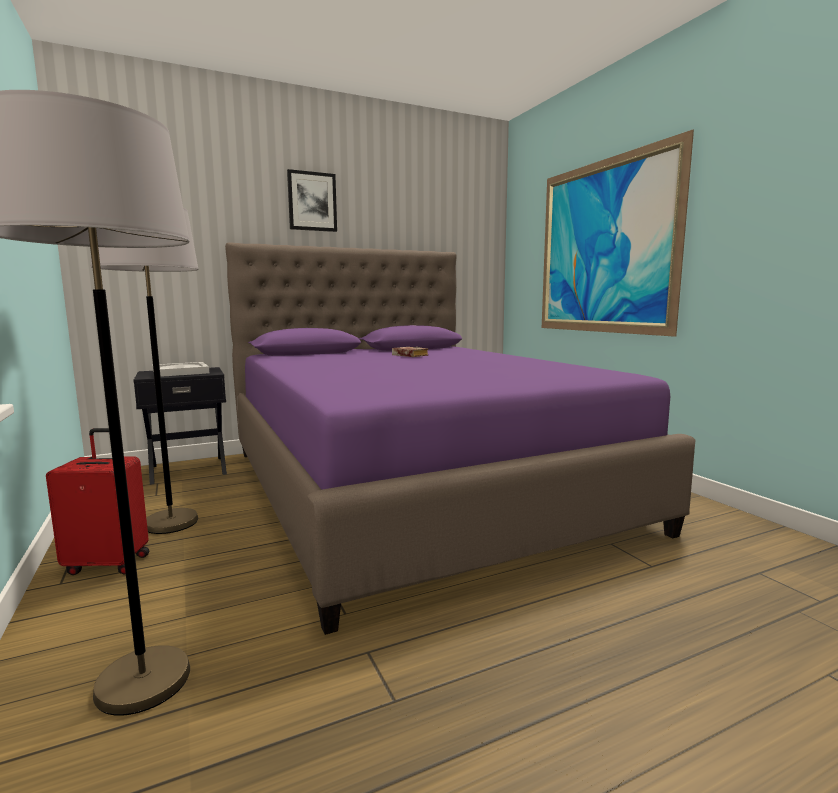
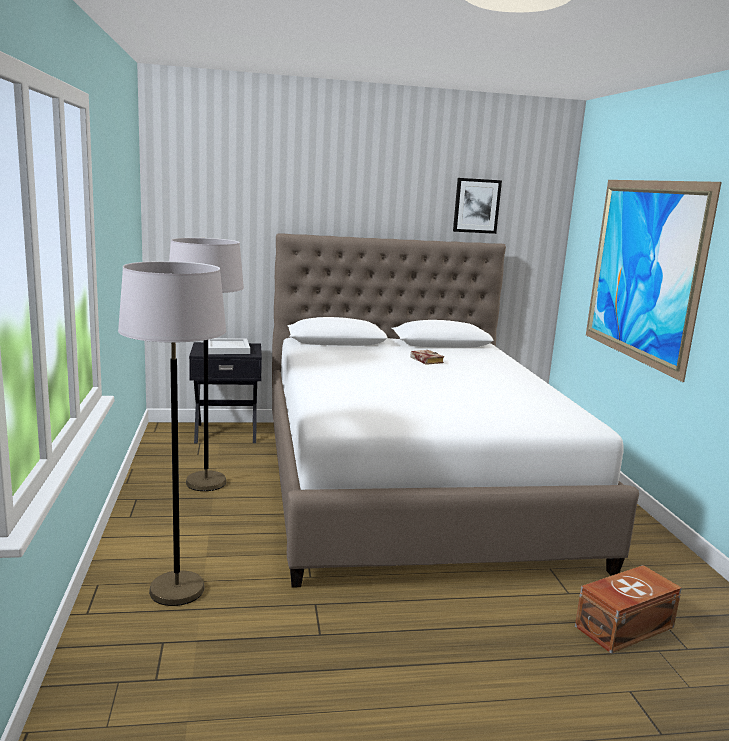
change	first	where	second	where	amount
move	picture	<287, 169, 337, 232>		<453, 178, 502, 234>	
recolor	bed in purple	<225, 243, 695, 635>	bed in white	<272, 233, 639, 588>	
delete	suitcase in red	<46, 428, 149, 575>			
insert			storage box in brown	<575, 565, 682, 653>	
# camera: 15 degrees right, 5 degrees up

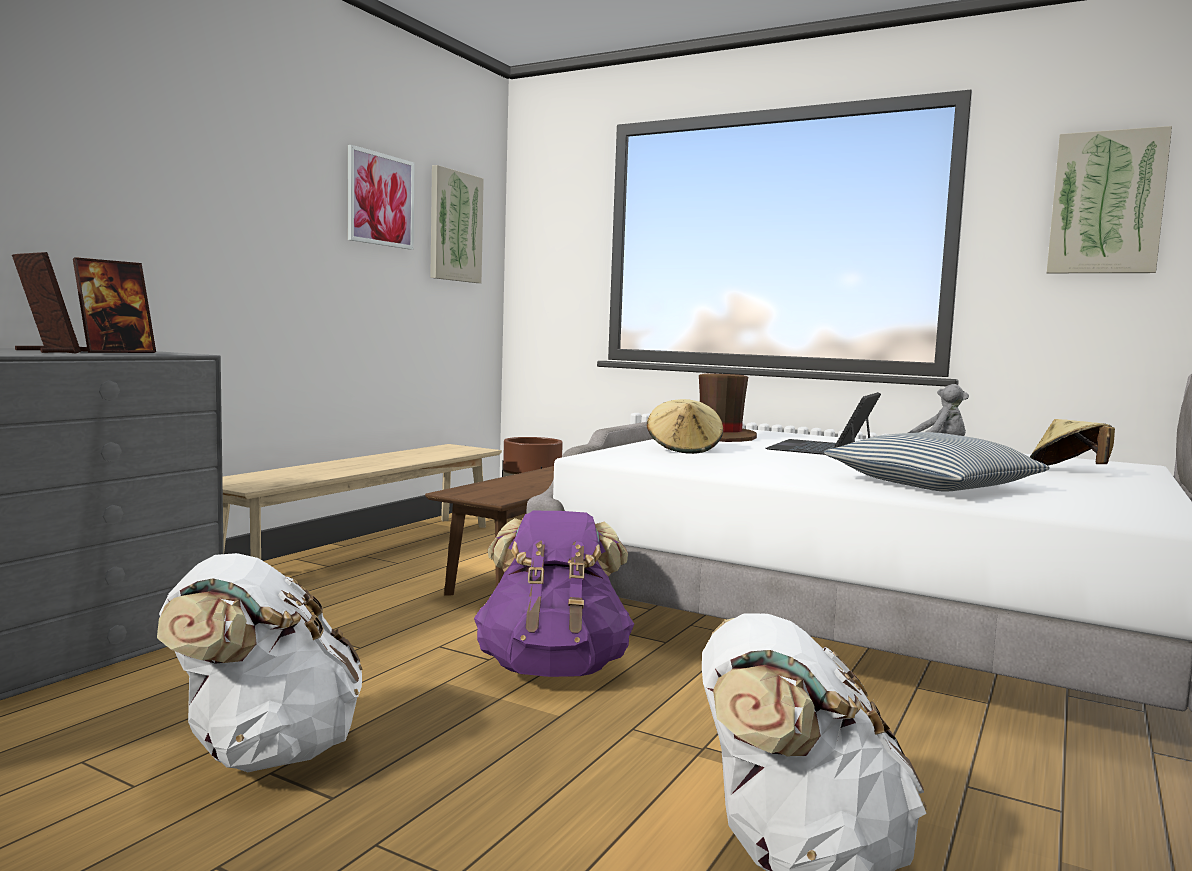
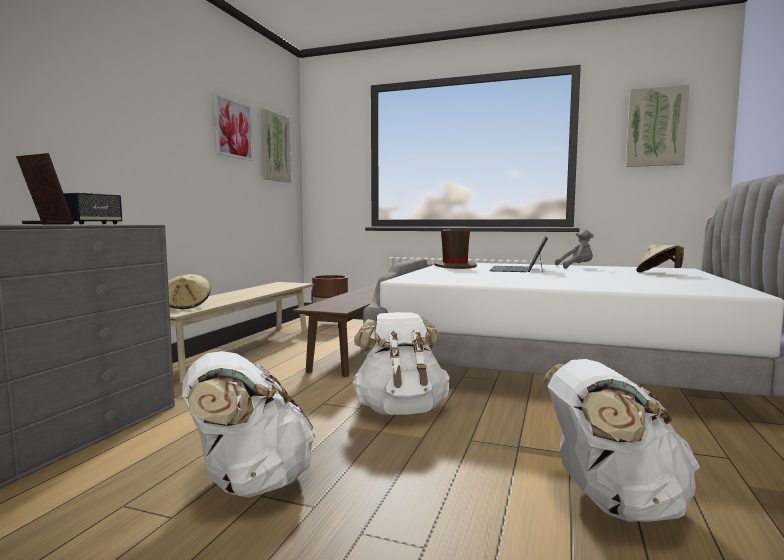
change	first	where	second	where	amount
replace	picture frame	<73, 257, 156, 353>	speaker	<63, 192, 122, 224>	
move	hat in beige	<647, 399, 723, 454>		<168, 274, 211, 309>	
delete	pillow	<824, 432, 1050, 491>			
recolor	backpack in purple	<474, 511, 634, 677>	backpack in white	<352, 312, 450, 415>	
# camera: 10 degrees left, 0 degrees up

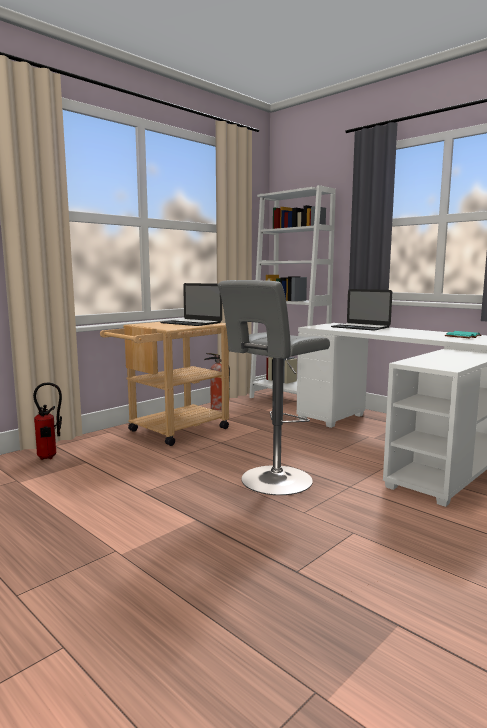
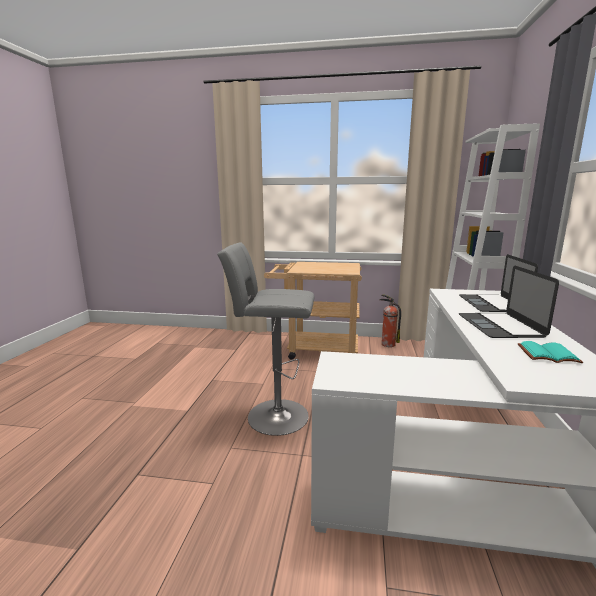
change	first	where	second	where	amount
move	laptop	<160, 283, 222, 326>		<459, 266, 559, 338>	
delete	fire extinguisher	<33, 382, 62, 460>			
# camera: 55 degrees right, 5 degrees up

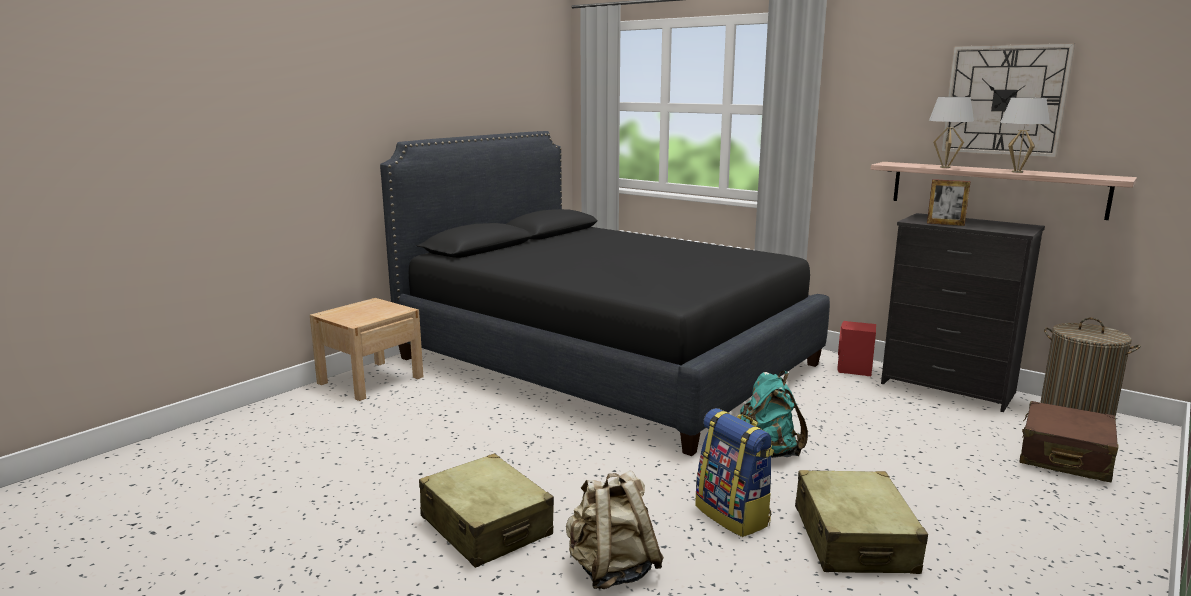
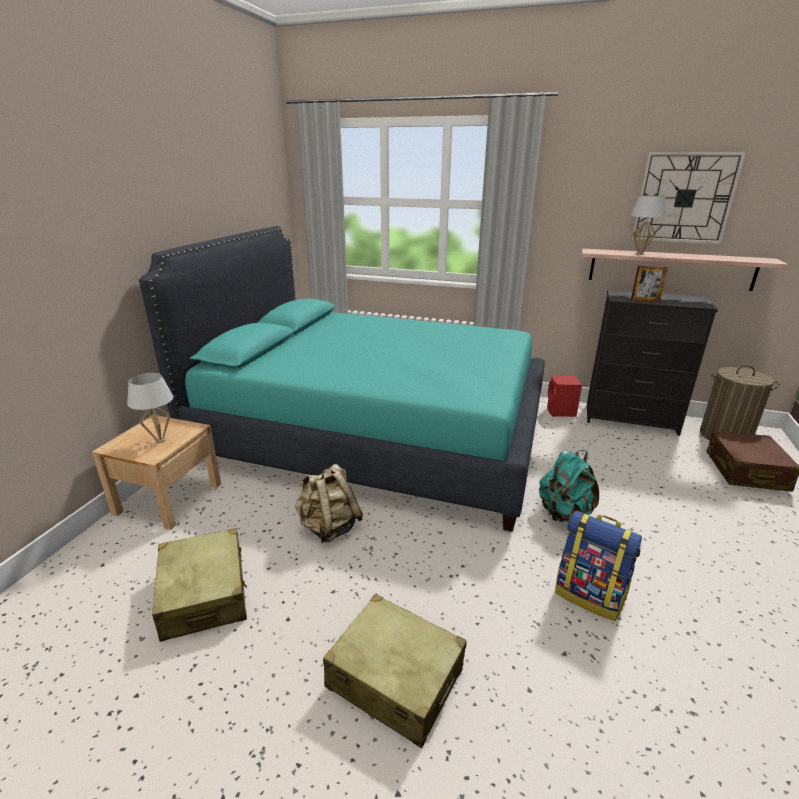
change	first	where	second	where	amount
move	table lamp in white	<1000, 98, 1050, 173>		<127, 373, 173, 443>	
recolor	bed in black	<380, 131, 830, 456>	bed in turquoise	<139, 226, 545, 532>	
move	suitcase in beige	<795, 470, 928, 574>		<152, 528, 247, 642>	
move	backpack in beige	<566, 471, 664, 589>		<295, 464, 363, 543>	
# camera: 20 degrees left, 10 degrees up

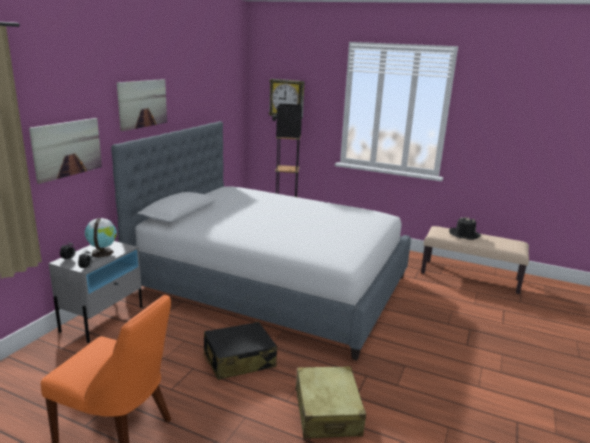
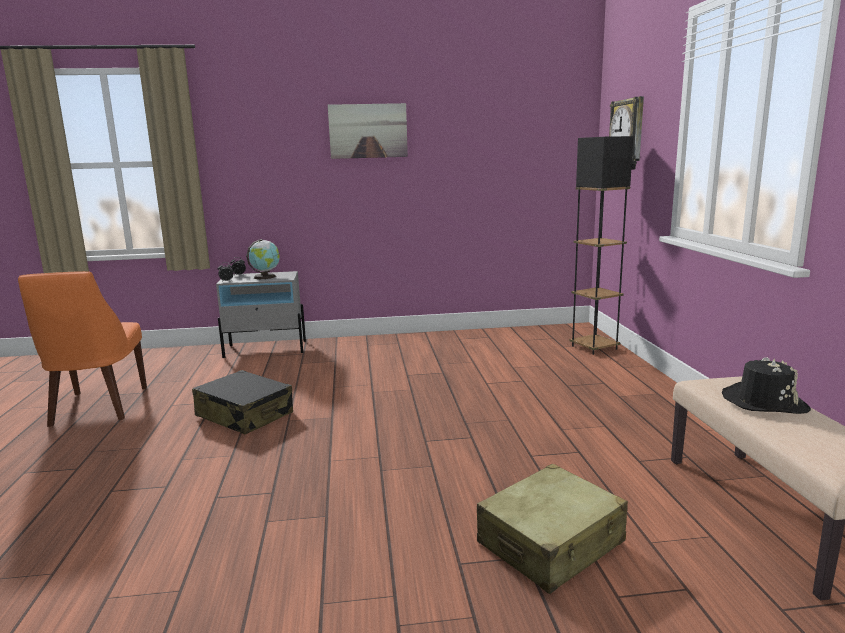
change	first	where	second	where	amount
delete	picture	<29, 118, 102, 184>			
delete	bed	<111, 121, 411, 360>			
move	suitcase in beige	<296, 366, 366, 439>		<477, 464, 628, 594>	
# camera: 60 degrees right, 5 degrees down

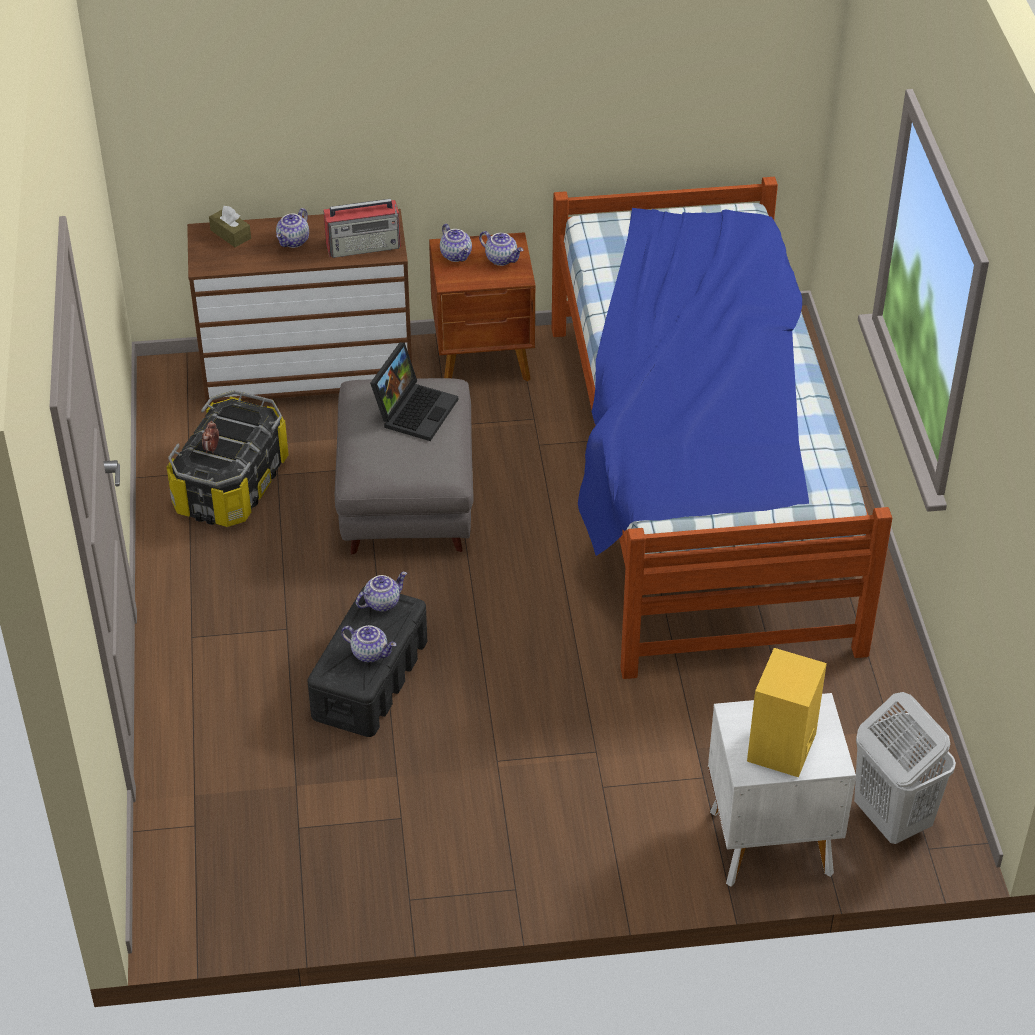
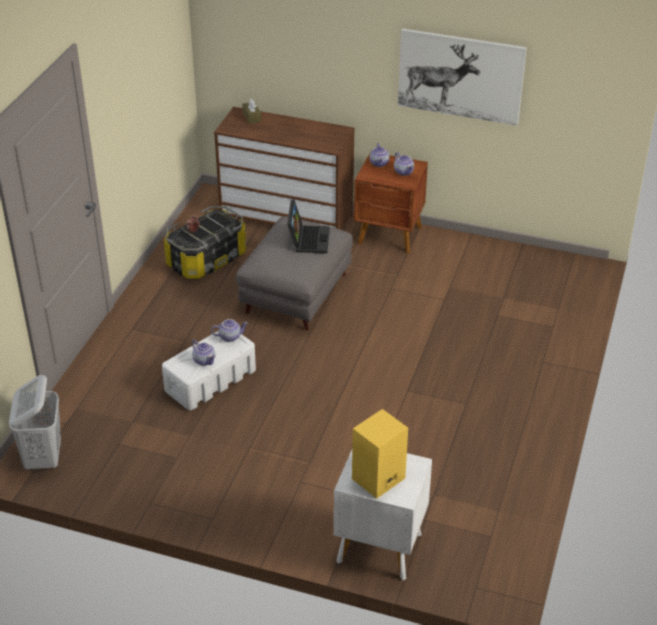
change	first	where	second	where	amount
delete	bed	<552, 177, 892, 679>			
delete	radio	<324, 199, 401, 258>			
delete	teapot	<276, 208, 309, 248>			
rotate	laptop	<370, 342, 458, 441>		<287, 200, 330, 253>	45 degrees counterclockwise
recolor	storage box in black	<308, 586, 427, 737>	storage box in white	<162, 331, 256, 410>	
move	laundry basket in white	<854, 692, 956, 844>		<9, 375, 61, 470>	
insert			picture	<398, 28, 527, 126>	
# camera: 25 degrees right, 5 degrees down

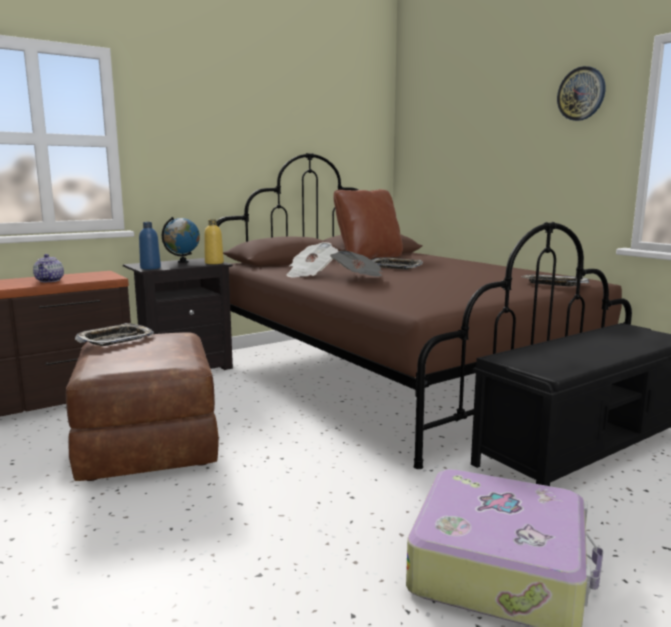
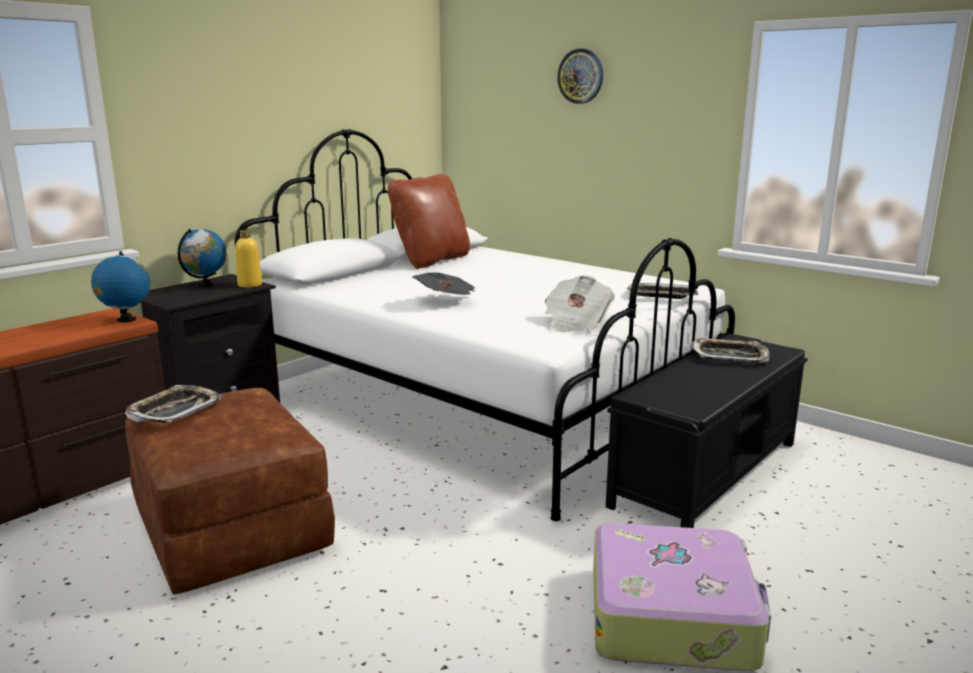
change	first	where	second	where	amount
move	wall clock	<557, 66, 605, 121>		<557, 49, 603, 104>	
recolor	bed in brown	<216, 153, 632, 469>	bed in white	<235, 129, 735, 521>	
delete	bottle in blue	<139, 222, 161, 270>			
move	newspaper	<286, 242, 338, 277>		<545, 275, 614, 332>	
delete	teapot	<33, 254, 64, 282>			
move	tray	<372, 257, 423, 270>		<690, 338, 770, 363>	
insert			globe	<91, 251, 150, 323>	
# camera: 15 degrees left, 5 degrees up

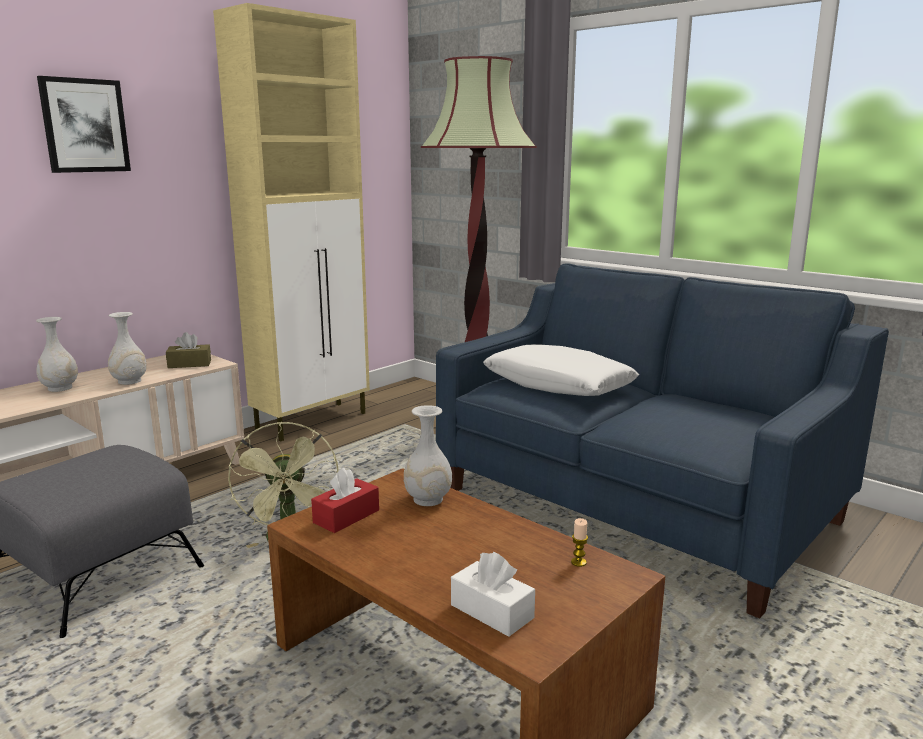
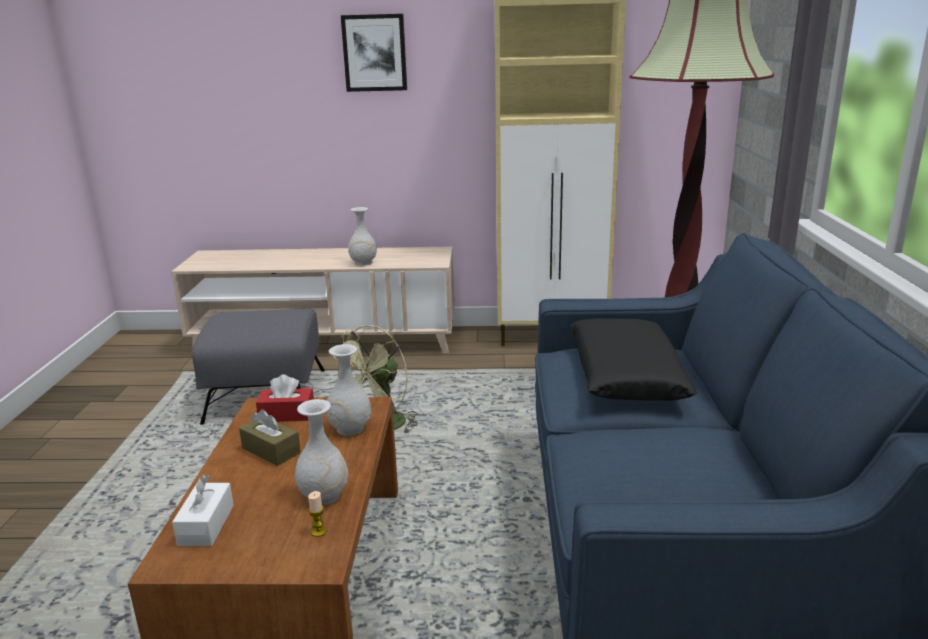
change	first	where	second	where	amount
move	vase in white	<36, 317, 78, 392>		<295, 399, 348, 505>	
move	tissue box in brown	<166, 332, 211, 368>		<239, 409, 301, 466>	
recolor	pillow in white	<483, 345, 639, 396>	pillow in black	<570, 318, 697, 401>	
# camera: 50 degrees right, 5 degrees up

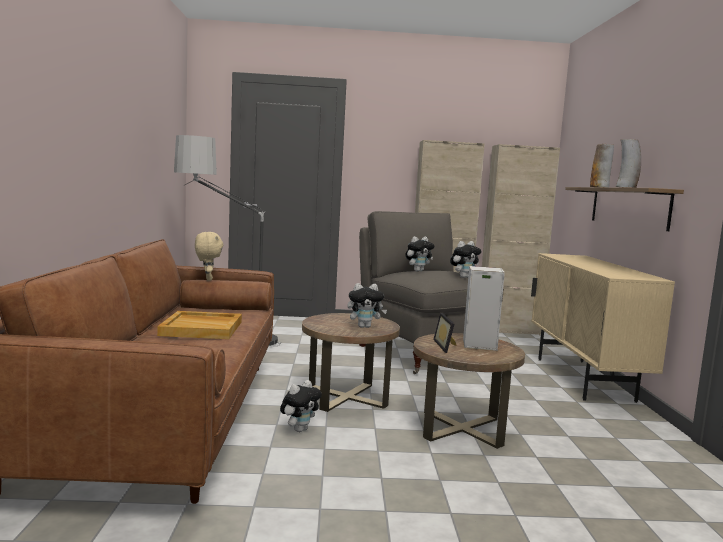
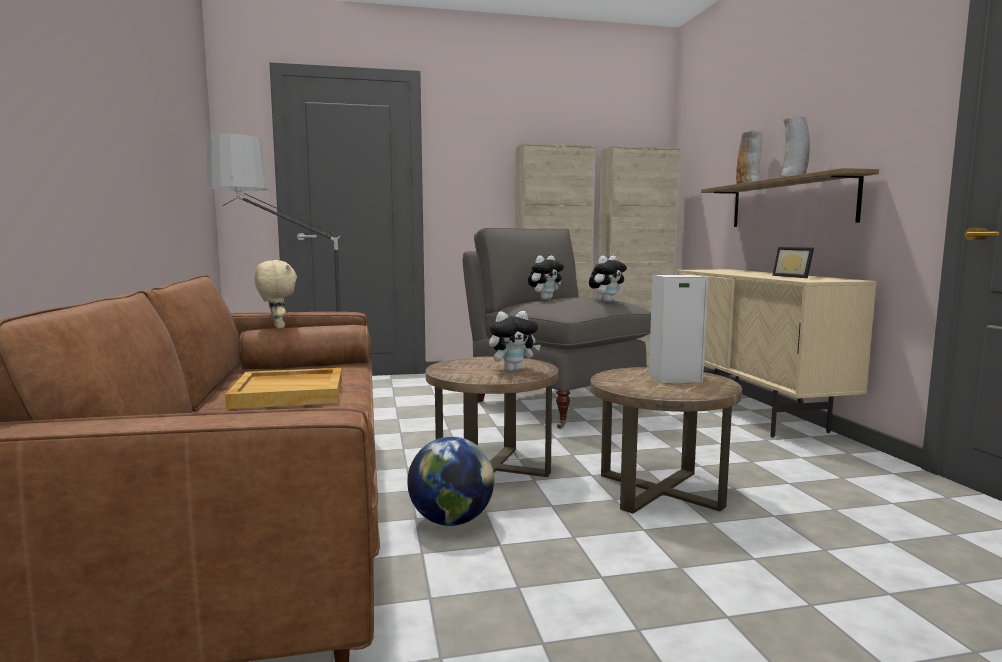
change	first	where	second	where	amount
move	picture frame	<433, 313, 457, 353>		<772, 247, 814, 278>	
replace	plush toy	<280, 380, 322, 432>	globe	<407, 437, 494, 526>	
# camera: 10 degrees left, 0 degrees up

